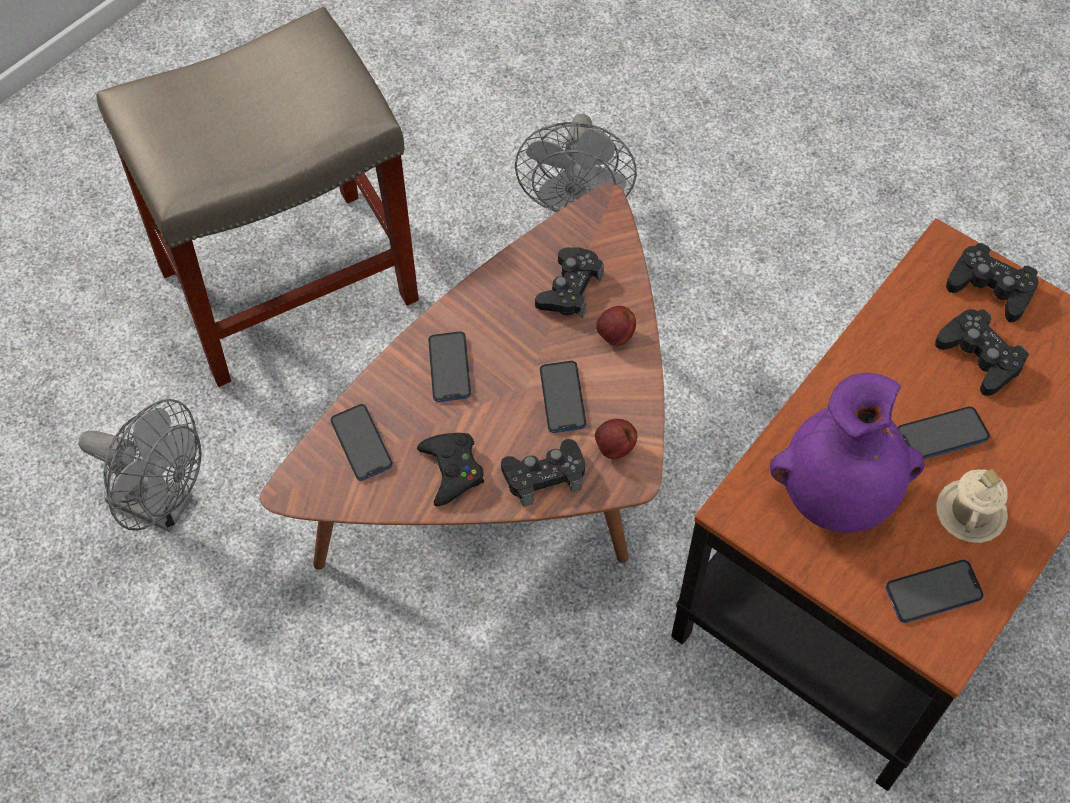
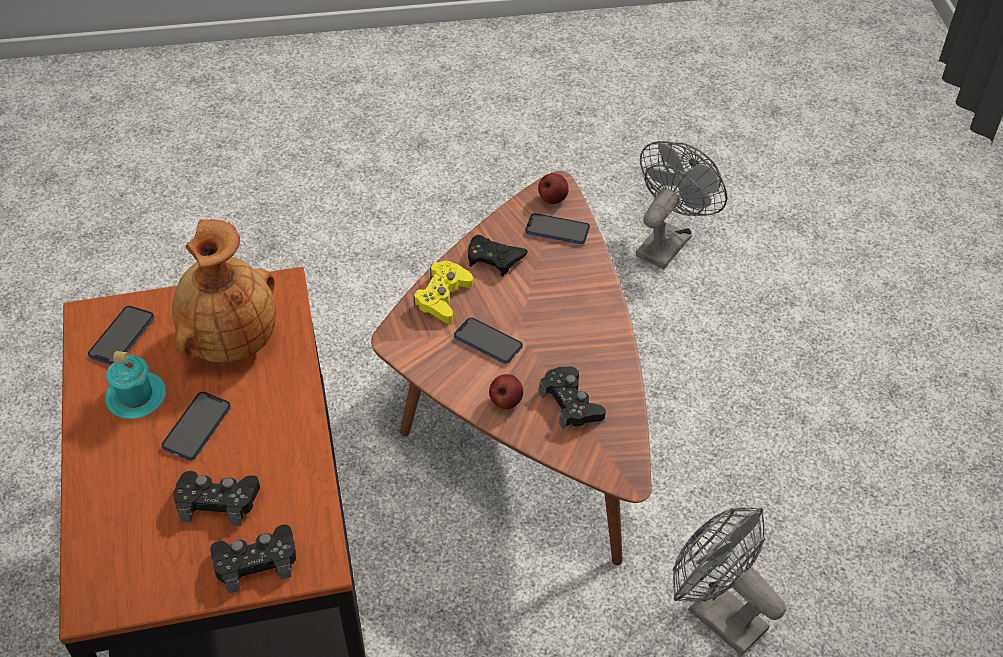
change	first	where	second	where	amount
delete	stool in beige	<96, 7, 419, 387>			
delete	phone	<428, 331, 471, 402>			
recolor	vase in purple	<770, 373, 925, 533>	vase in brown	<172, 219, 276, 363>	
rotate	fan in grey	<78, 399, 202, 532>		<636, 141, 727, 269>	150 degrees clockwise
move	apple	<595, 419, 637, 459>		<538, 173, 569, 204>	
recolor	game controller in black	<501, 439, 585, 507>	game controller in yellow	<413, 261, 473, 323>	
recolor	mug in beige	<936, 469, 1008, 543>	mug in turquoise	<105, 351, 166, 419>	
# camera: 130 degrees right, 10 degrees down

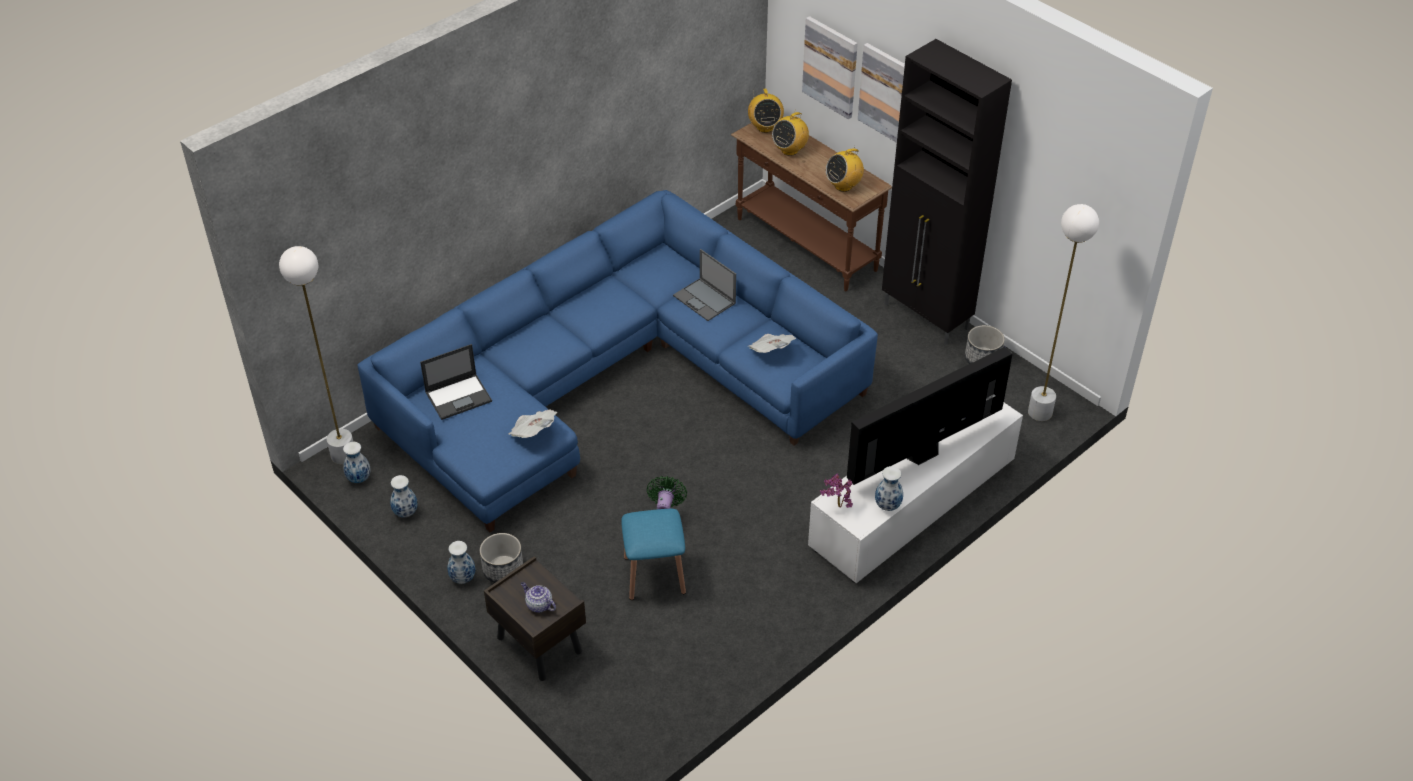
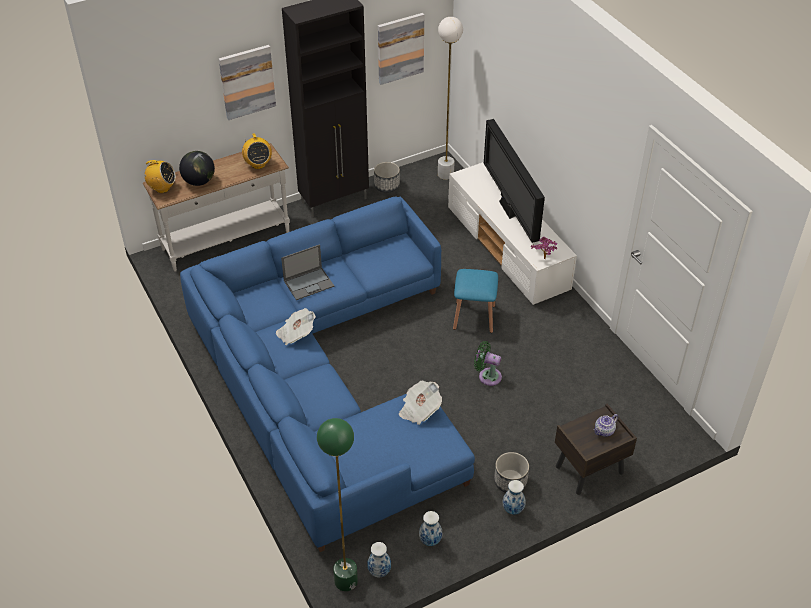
change	first	where	second	where	amount
move	picture	<802, 16, 858, 119>		<378, 13, 424, 85>	
replace	radio	<772, 112, 809, 156>	globe	<179, 151, 215, 186>	
recolor	console table in brown	<731, 123, 892, 291>	console table in white	<143, 143, 290, 272>	
recolor	floor lamp in white	<279, 246, 353, 464>	floor lamp in green	<317, 418, 358, 591>	
move	newspaper	<748, 334, 796, 353>		<276, 308, 316, 345>	
delete	laptop	<420, 344, 492, 420>			
delete	vase	<875, 466, 903, 511>			
move	stool in blue	<621, 509, 686, 600>		<453, 269, 498, 333>	
# camera: 75 degrees left, 0 degrees up

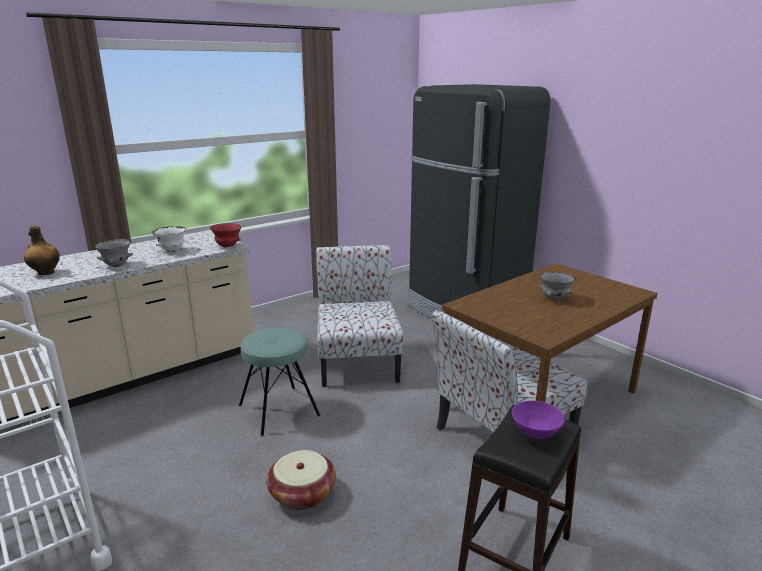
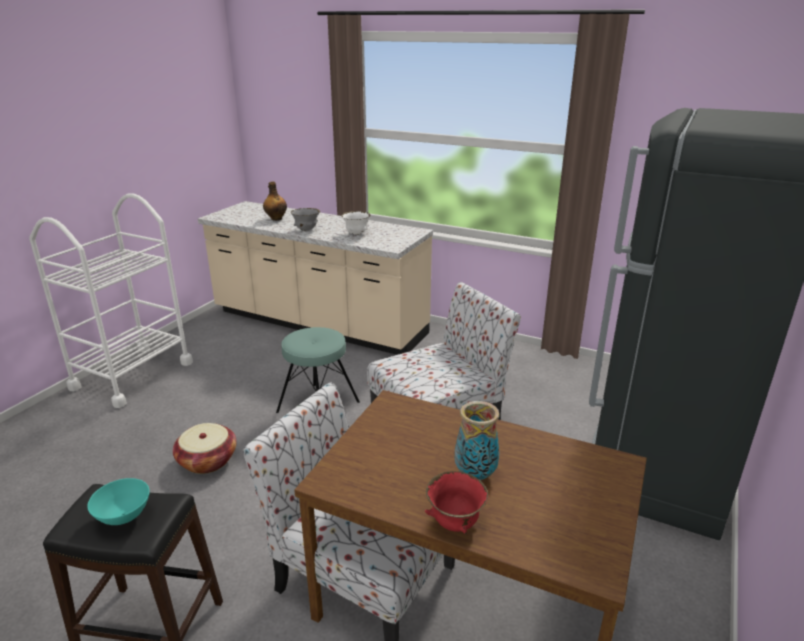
change	first	where	second	where	amount
move	bowl in red	<210, 223, 242, 248>		<425, 471, 488, 534>	
replace	bowl in grey	<539, 272, 576, 301>	vase	<455, 401, 500, 480>	
recolor	bowl in purple	<512, 401, 565, 439>	bowl in turquoise	<87, 478, 150, 525>	
# camera: 65 degrees right, 5 degrees up

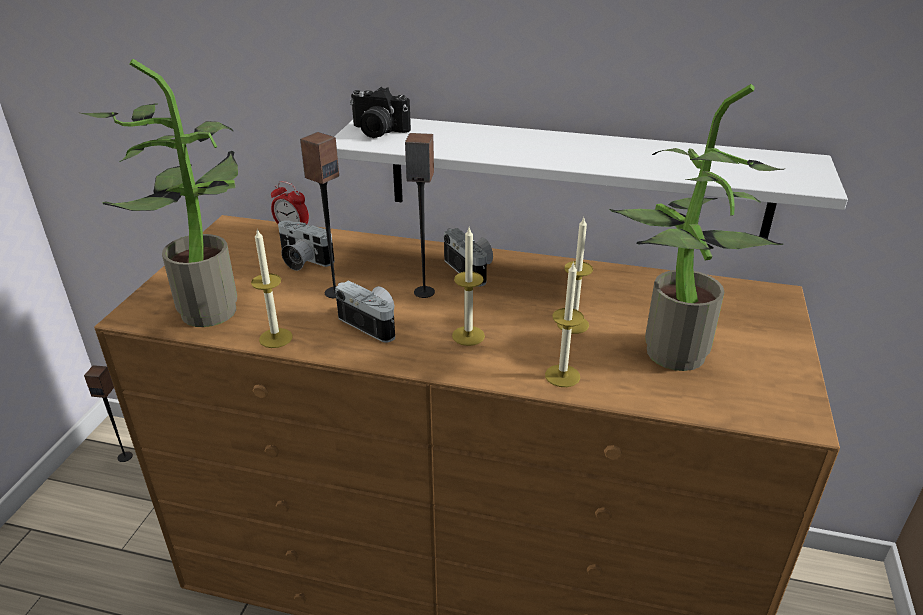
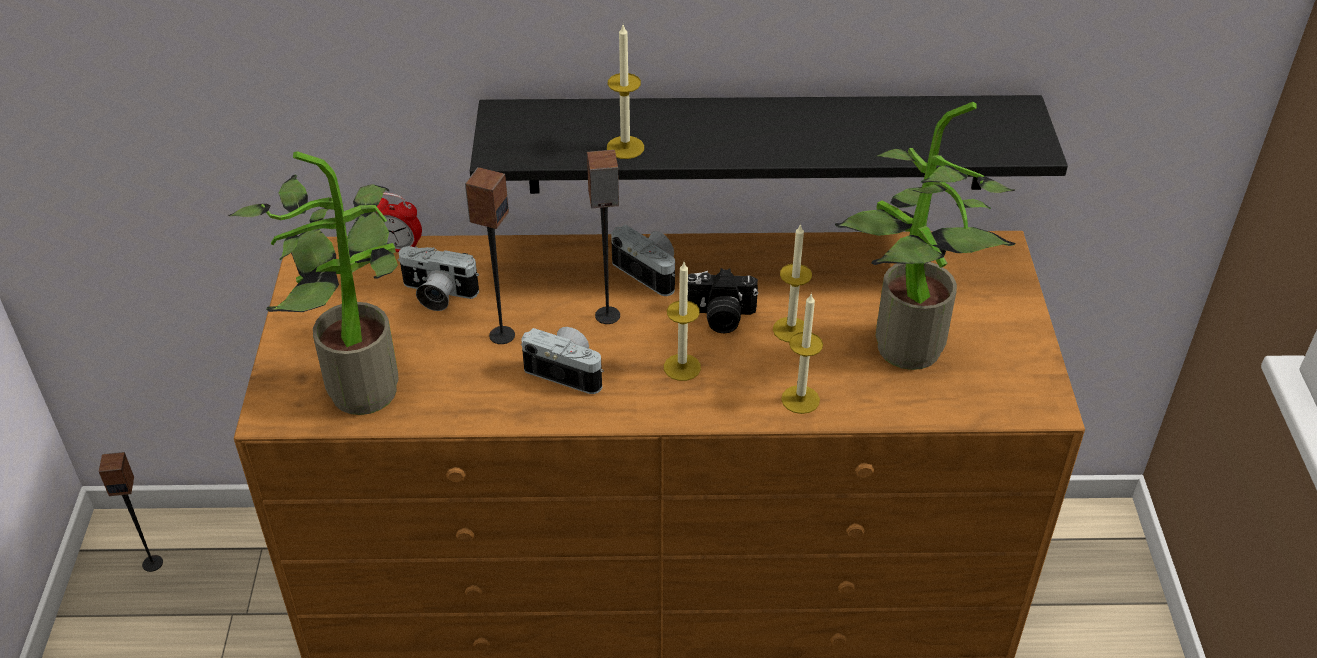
change	first	where	second	where	amount
move	photo camera	<350, 87, 411, 138>		<688, 268, 758, 334>	
recolor	shelf in white	<334, 118, 848, 239>	shelf in black	<470, 95, 1068, 194>	
move	candle	<251, 229, 293, 348>		<607, 25, 644, 159>	
# camera: 15 degrees left, 10 degrees up

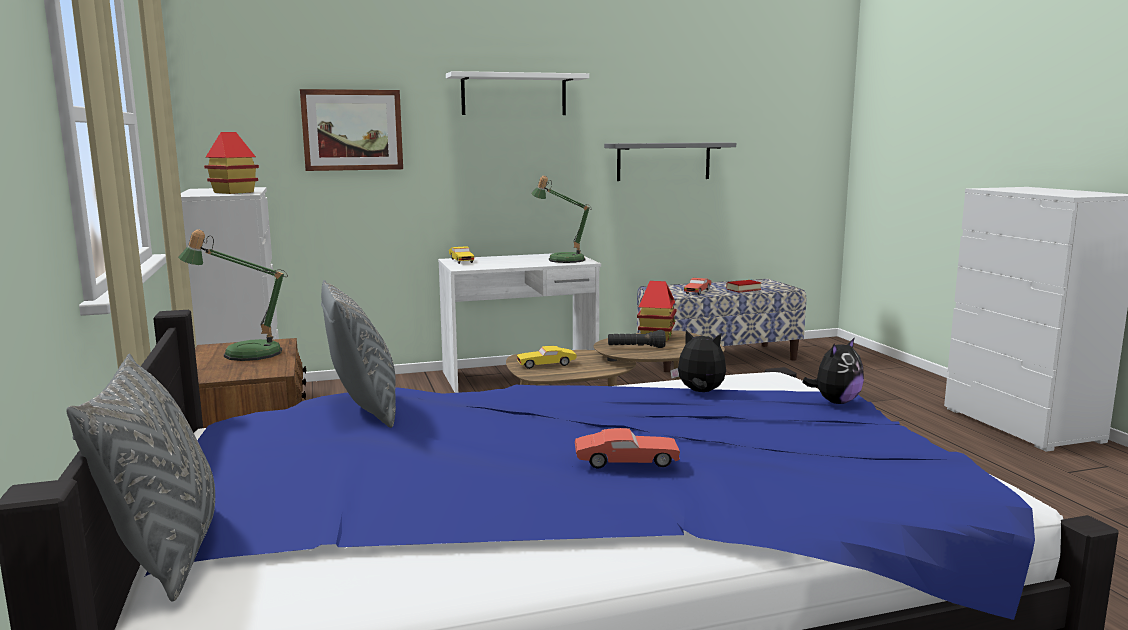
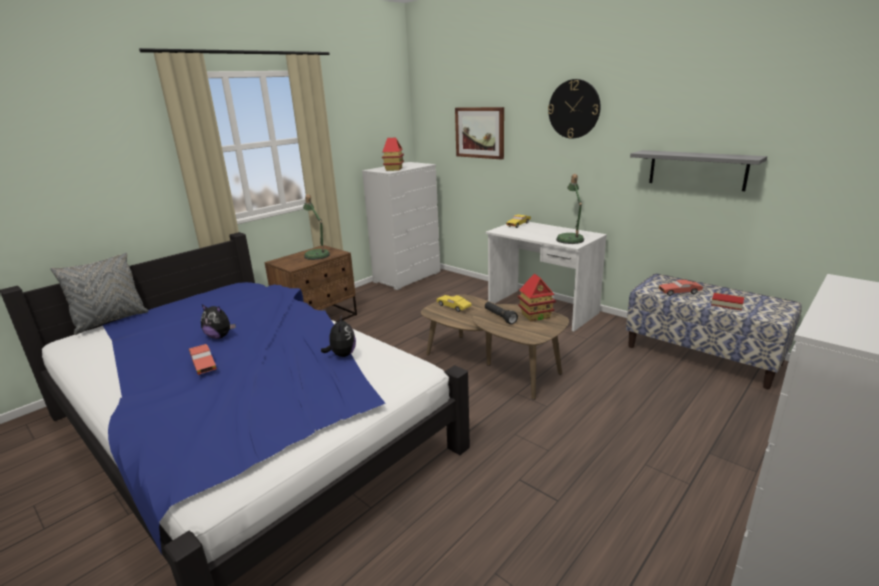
change	first	where	second	where	amount
replace	shelf in white	<446, 71, 589, 115>	wall clock	<548, 79, 601, 139>	
delete	pillow in grey	<321, 280, 396, 428>			
move	plush toy	<802, 337, 864, 404>		<201, 305, 236, 339>	
# camera: 60 degrees right, 10 degrees up

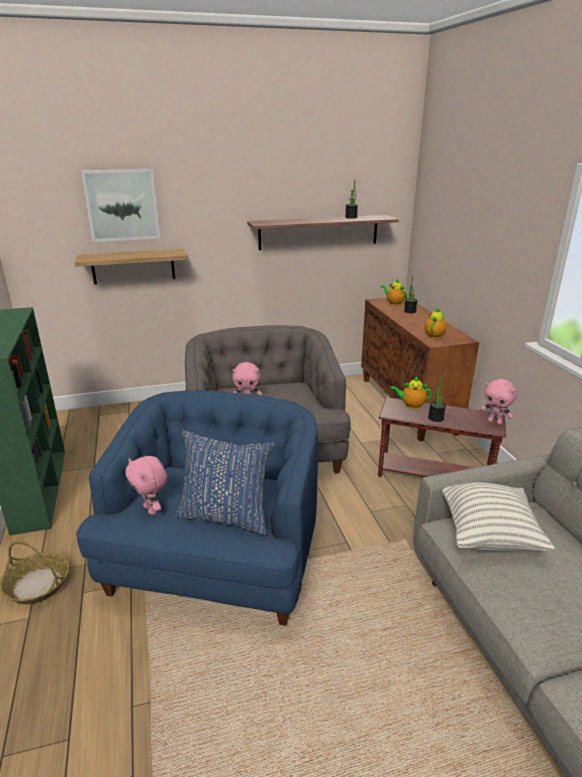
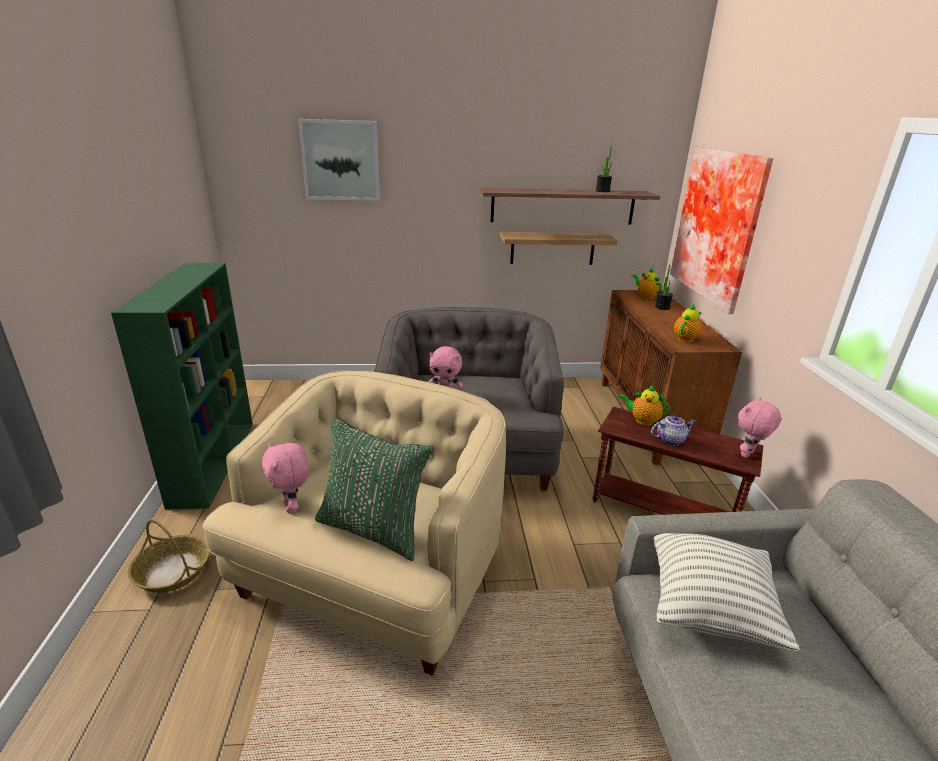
change	first	where	second	where	amount
move	shelf	<75, 249, 187, 284>		<500, 232, 618, 265>	
replace	potted plant	<428, 375, 446, 422>	teapot	<651, 415, 696, 446>	
rotate	plush toy in pink	<480, 379, 517, 425>		<738, 398, 781, 458>	90 degrees clockwise
recolor	armchair in blue	<76, 390, 318, 626>	armchair in beige	<203, 371, 506, 676>	
recolor	pillow in blue	<175, 430, 274, 535>	pillow in green	<315, 417, 434, 561>	
insert			picture	<670, 147, 773, 314>	
# camera: 10 degrees right, 0 degrees up

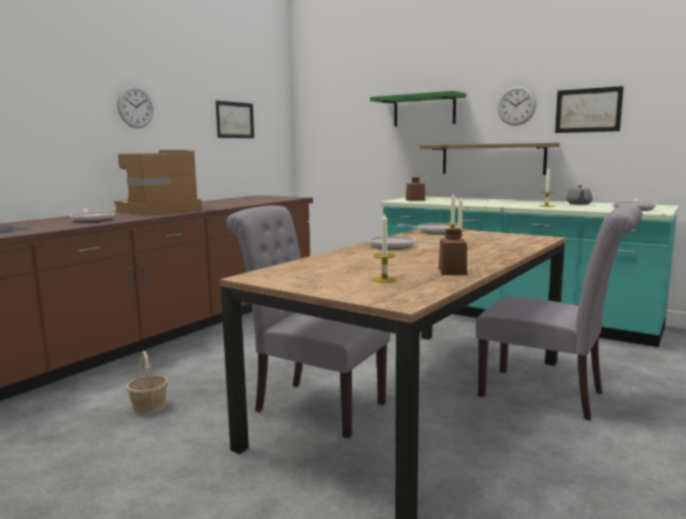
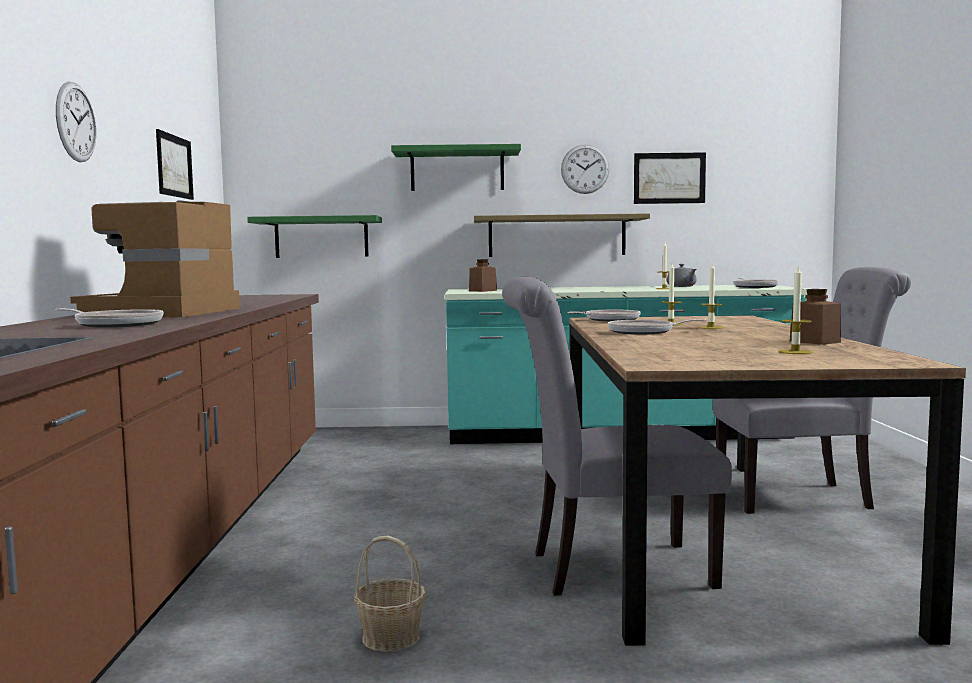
change	first	where	second	where	amount
insert			shelf in green	<247, 215, 382, 258>	
# camera: 35 degrees left, 5 degrees down

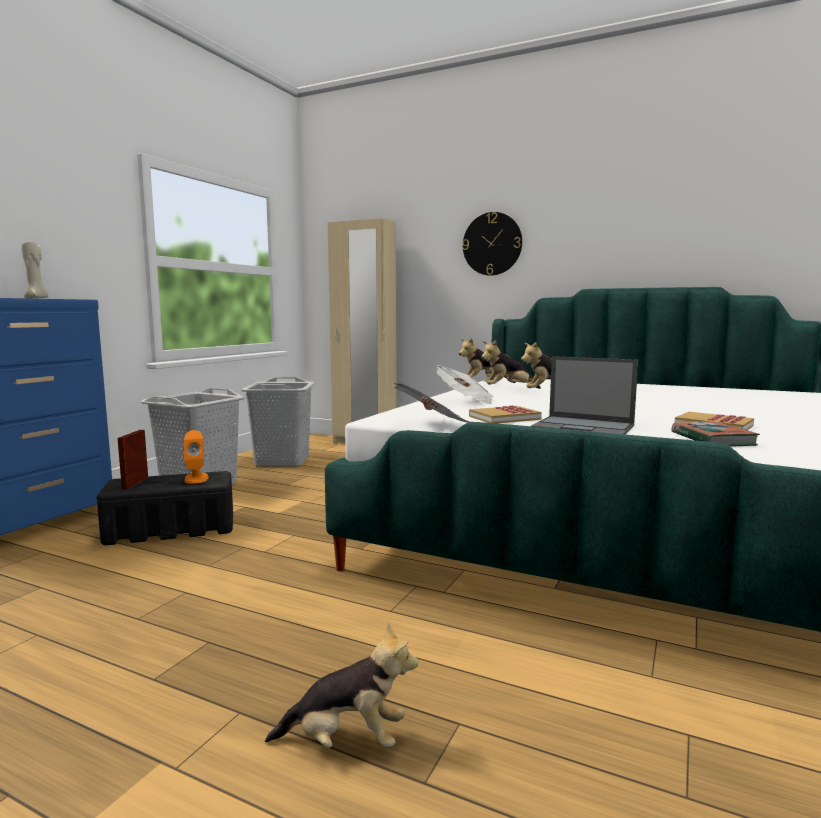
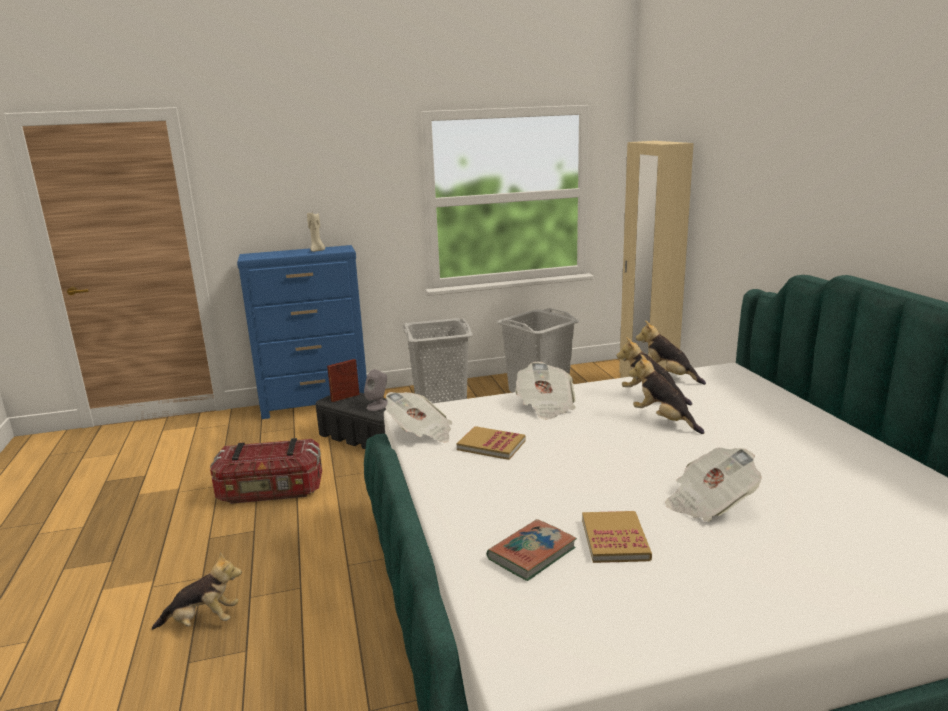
change	first	where	second	where	amount
delete	wall clock	<462, 212, 522, 276>			
delete	laptop	<531, 356, 638, 434>			
recolor	speaker in orange	<184, 430, 209, 483>	speaker in grey	<364, 369, 388, 411>	
rotate	plush toy	<265, 622, 418, 748>		<152, 552, 242, 630>	60 degrees counterclockwise
insert			storage box	<210, 438, 322, 504>	
insert			newspaper	<665, 447, 762, 522>	
# camera: 50 degrees right, 10 degrees up

